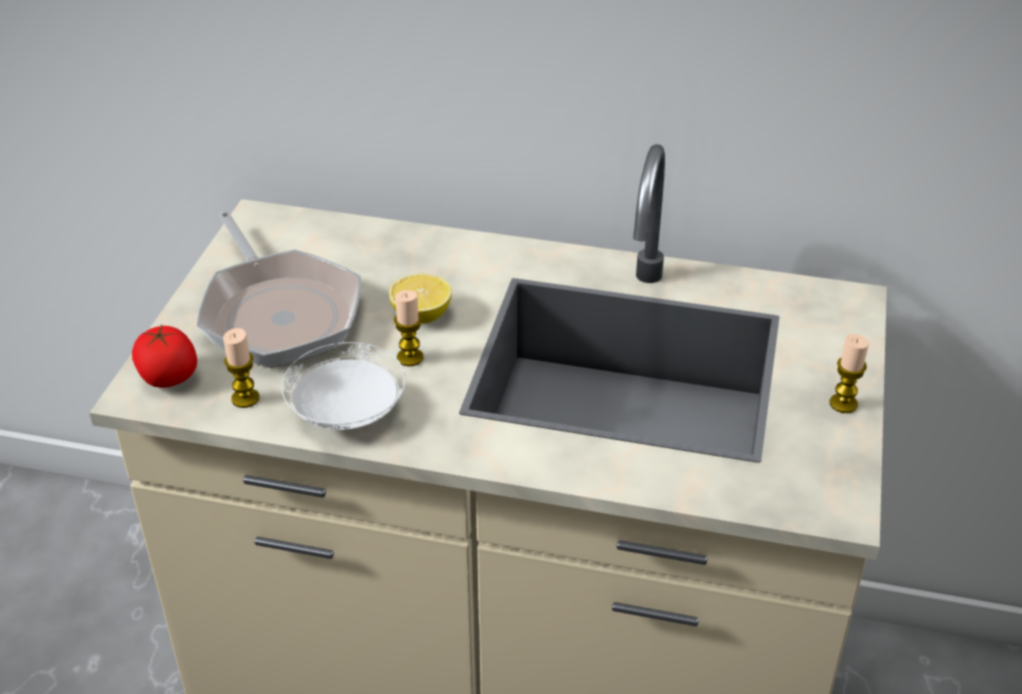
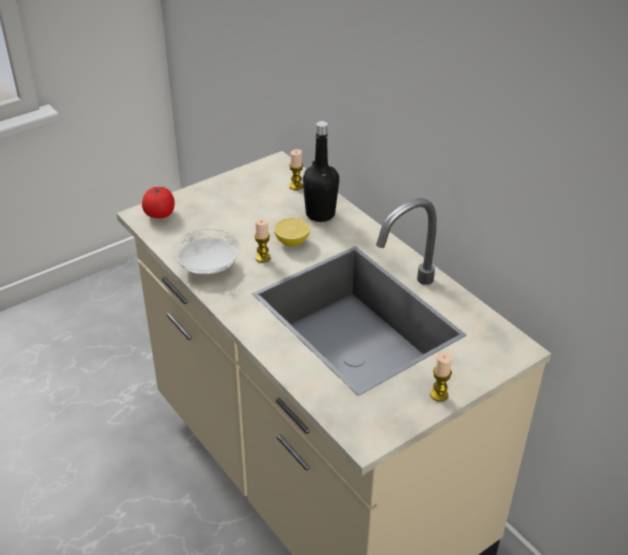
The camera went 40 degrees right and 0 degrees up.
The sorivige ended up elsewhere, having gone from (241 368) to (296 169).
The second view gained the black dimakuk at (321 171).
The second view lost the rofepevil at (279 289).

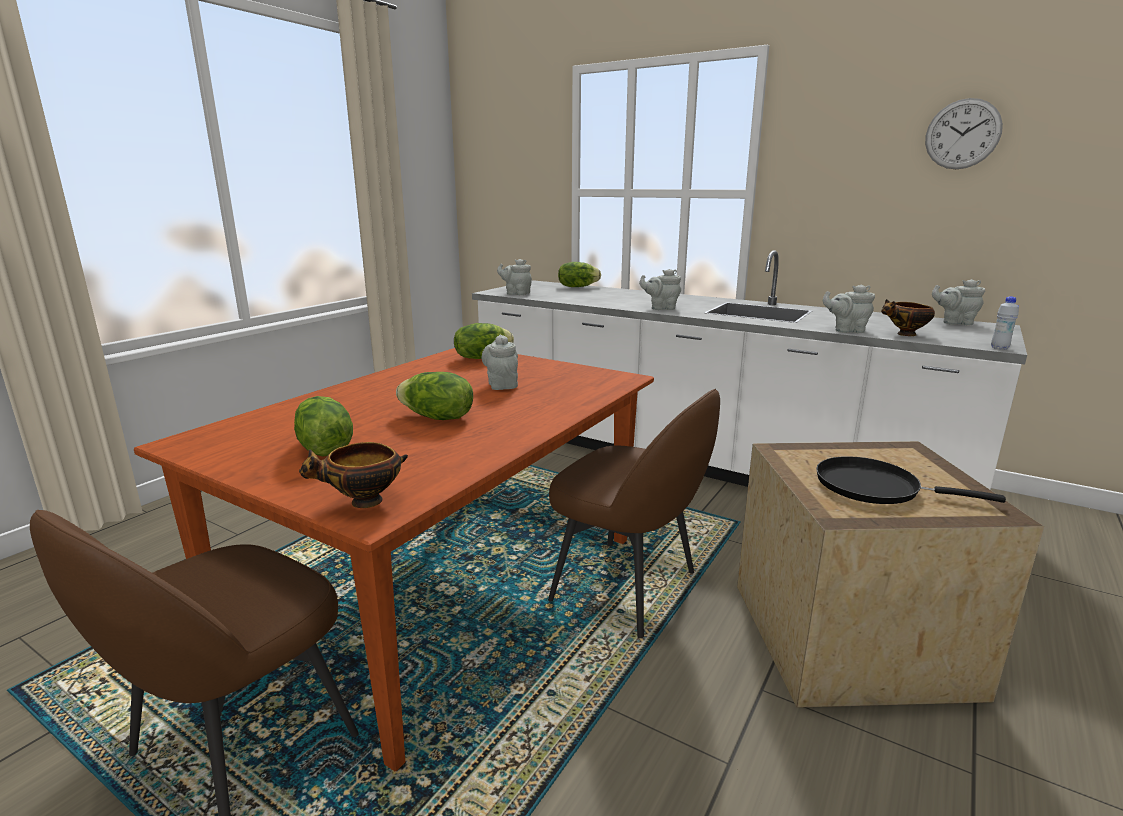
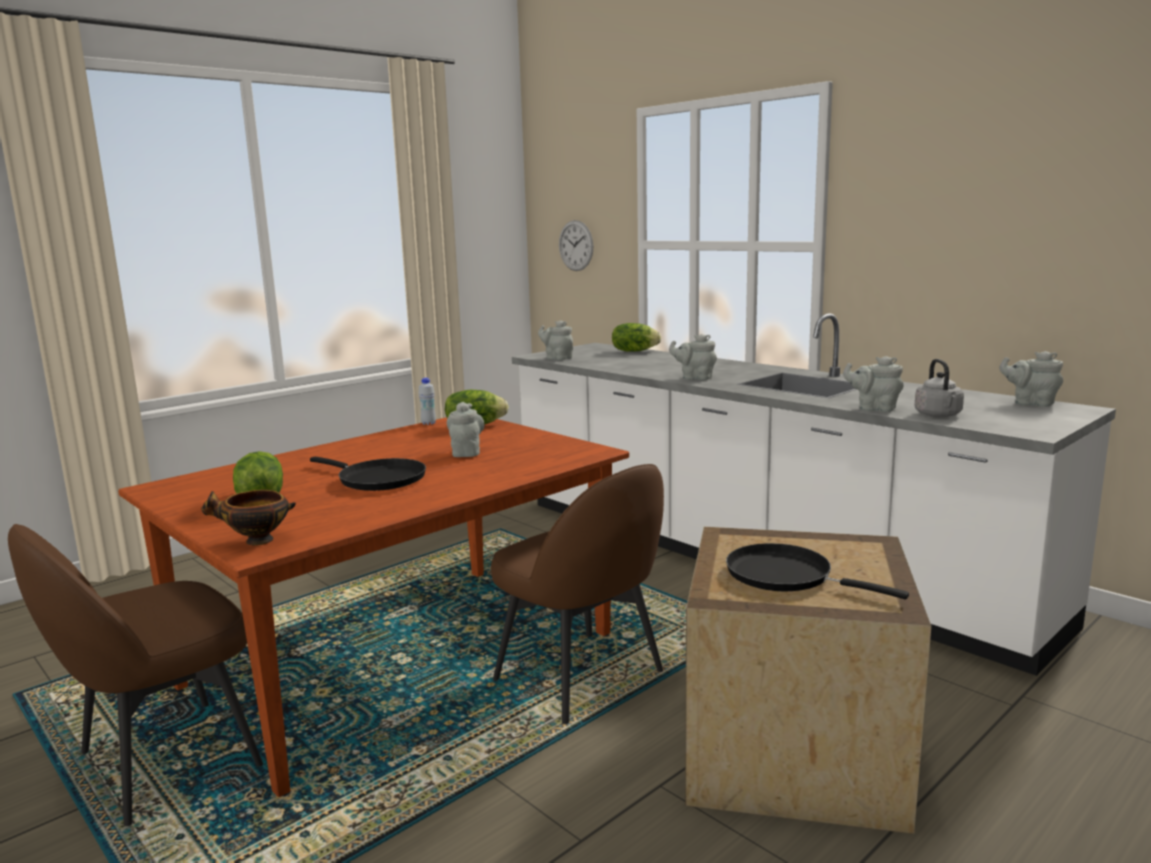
The camera went 15 degrees right and 5 degrees down.
Where the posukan stood at (434 396), the black rofepevil came to stand at (368 474).
The white dimakuk ended up elsewhere, having gone from (1005 323) to (427 401).
The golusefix ended up elsewhere, having gone from (964 133) to (576 245).
Where the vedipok stood at (908 317), the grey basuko came to stand at (939 388).

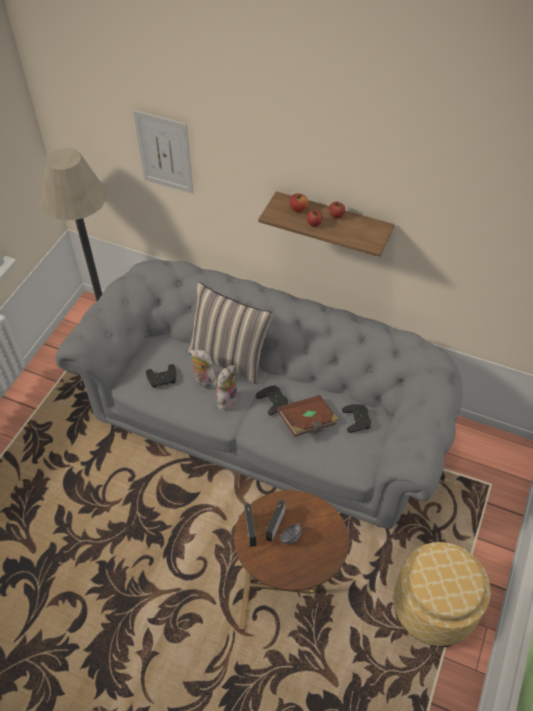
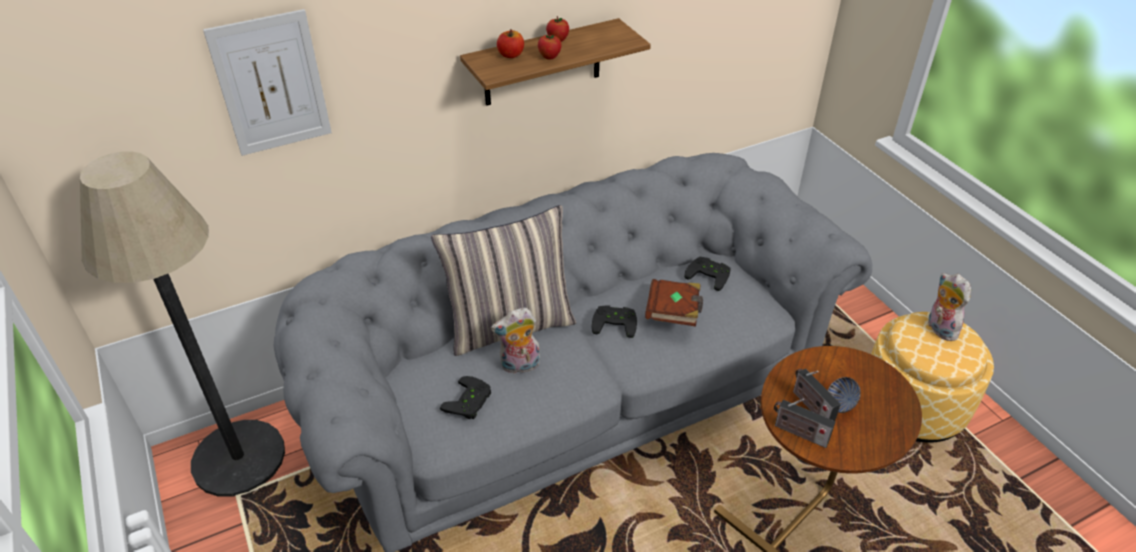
The camera went 50 degrees left and 10 degrees down.
The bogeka ended up elsewhere, having gone from (226 388) to (949 307).

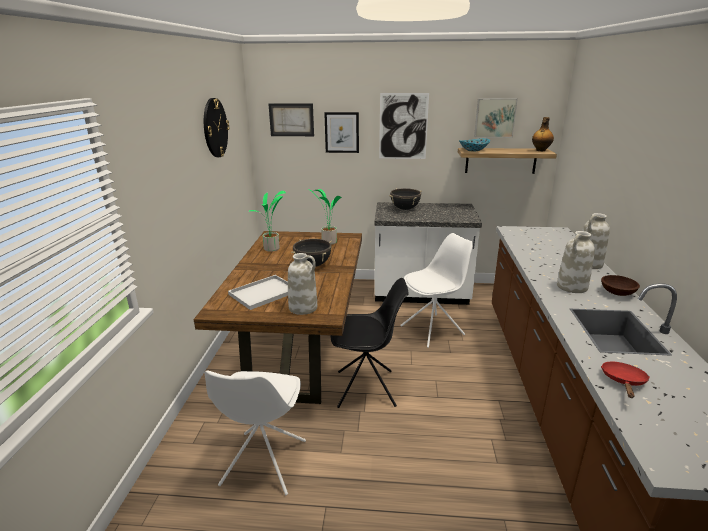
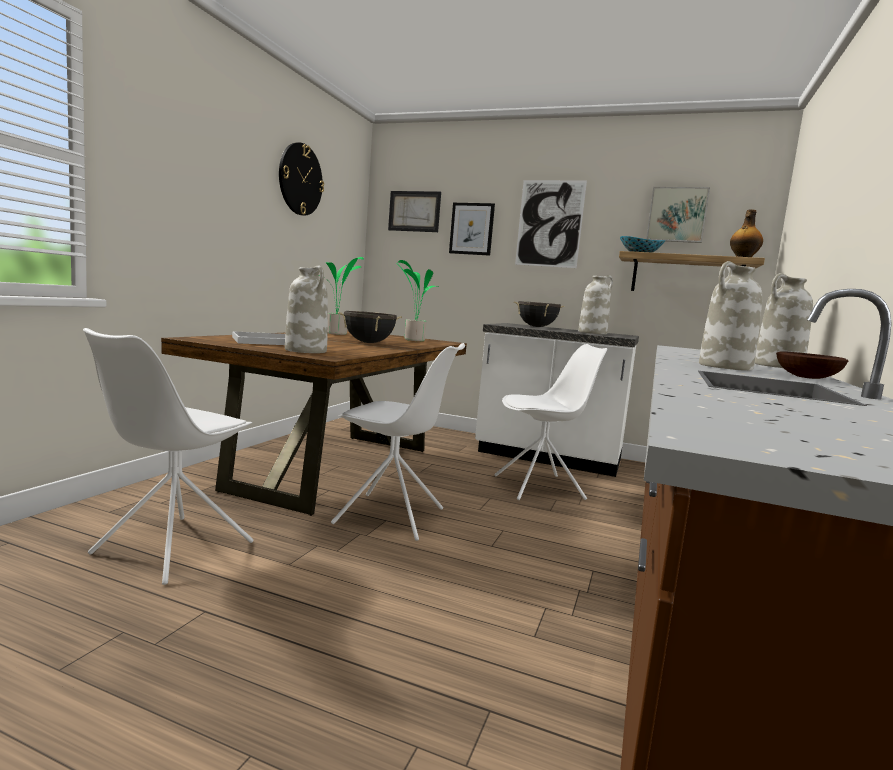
The camera went 15 degrees right and 15 degrees down.
What was the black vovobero at (370 343) turned into the white vovobero at (398 442).
The second view gained the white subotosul at (595 304).
The second view lost the red rofepevil at (625 380).

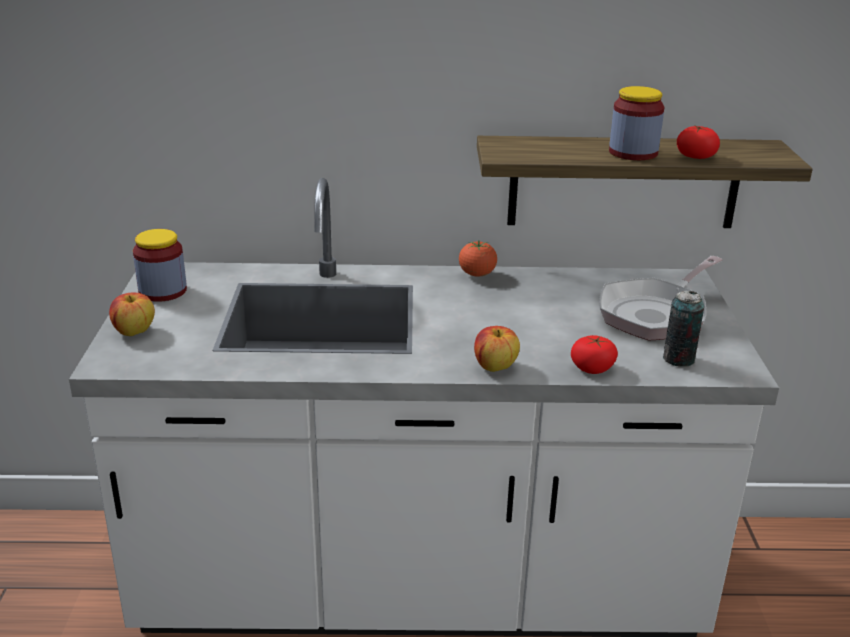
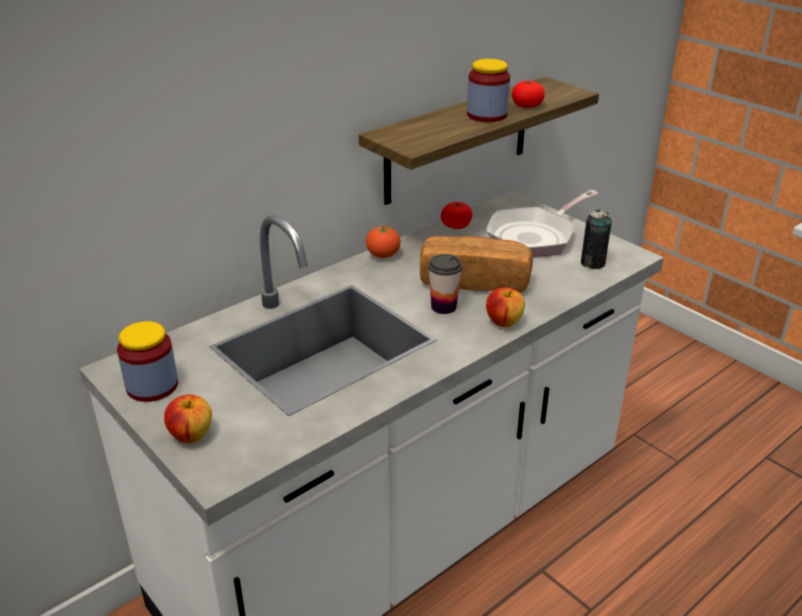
The camera went 40 degrees left and 5 degrees up.
The second view gained the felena at (476 264).
The second view gained the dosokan at (445 284).
The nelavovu ended up elsewhere, having gone from (594 354) to (456 215).
The rofepevil at (661 298) ended up facing another way, 45 degrees clockwise from before.

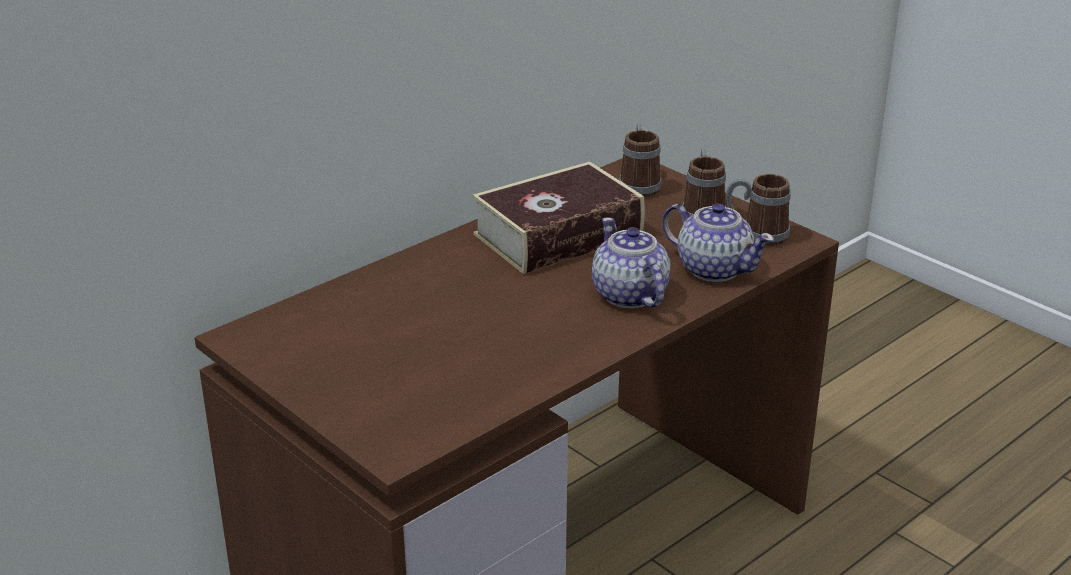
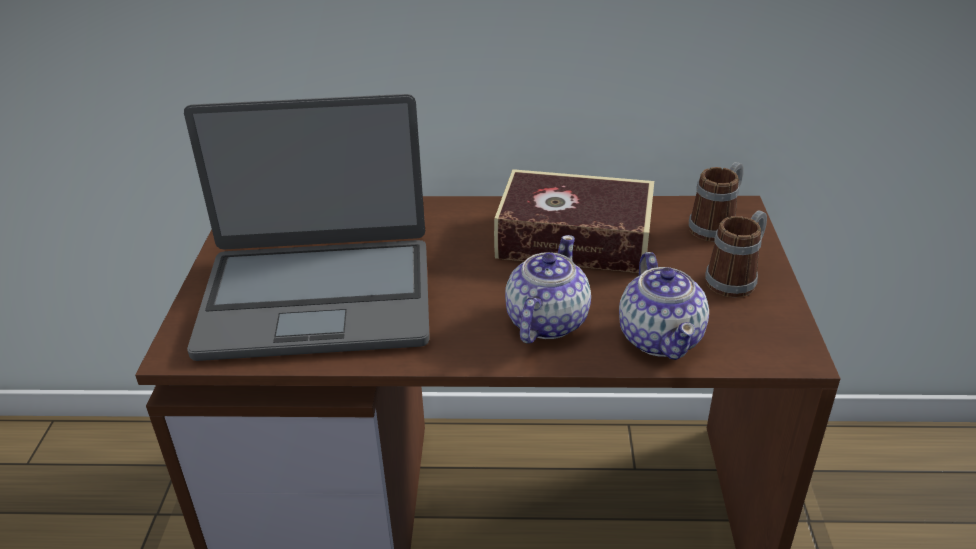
The camera went 45 degrees right and 5 degrees up.
The second view gained the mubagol at (307 227).
The second view lost the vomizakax at (758 210).

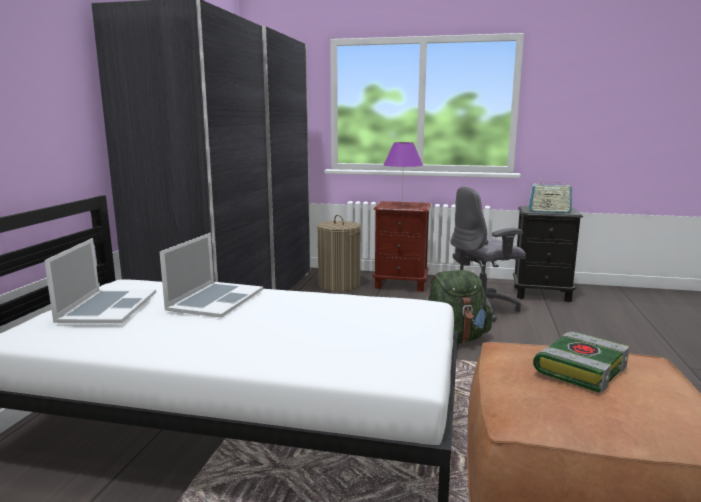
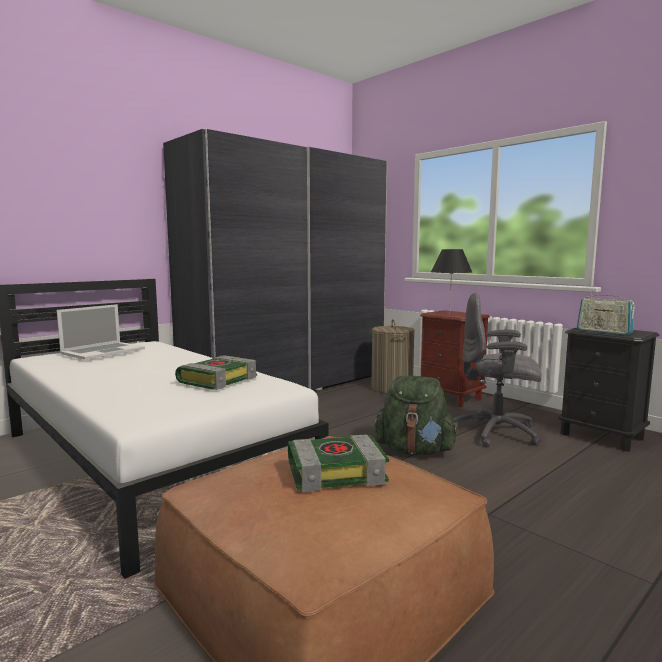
The camera went 35 degrees right and 5 degrees down.
The second view gained the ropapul at (216 373).
What was the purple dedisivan at (403 172) turned into the black dedisivan at (451 282).
The second view lost the mubagol at (211 275).

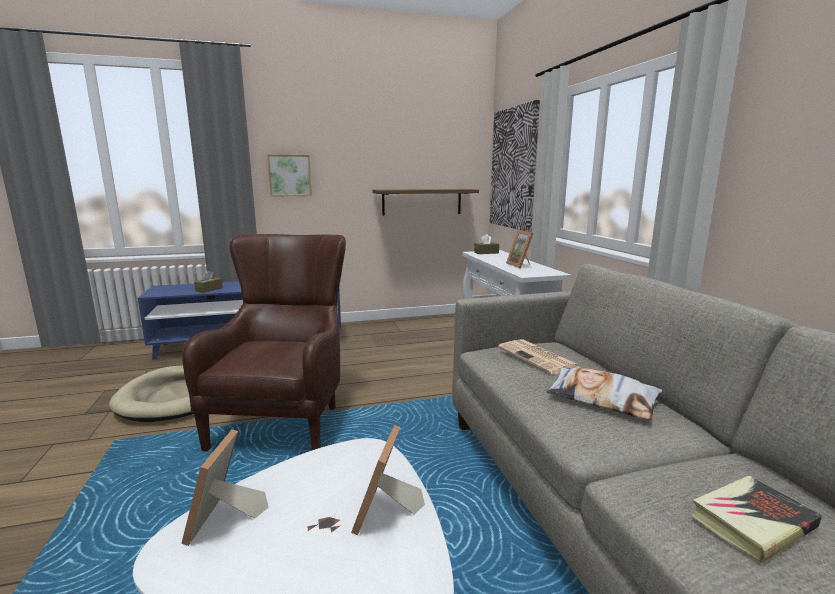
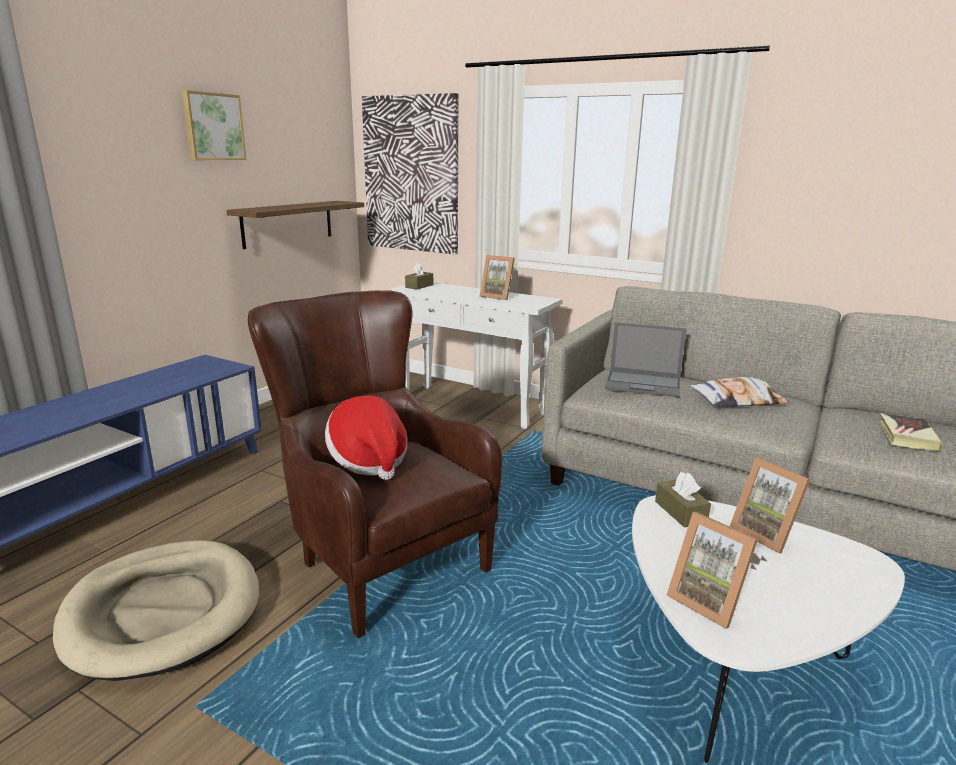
The camera went 45 degrees left and 5 degrees up.
The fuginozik ended up elsewhere, having gone from (289 176) to (213 125).
The second view gained the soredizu at (366 437).
Where the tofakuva stood at (539 357), the mubagol came to stand at (646 359).
The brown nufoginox ended up elsewhere, having gone from (208 282) to (683 500).

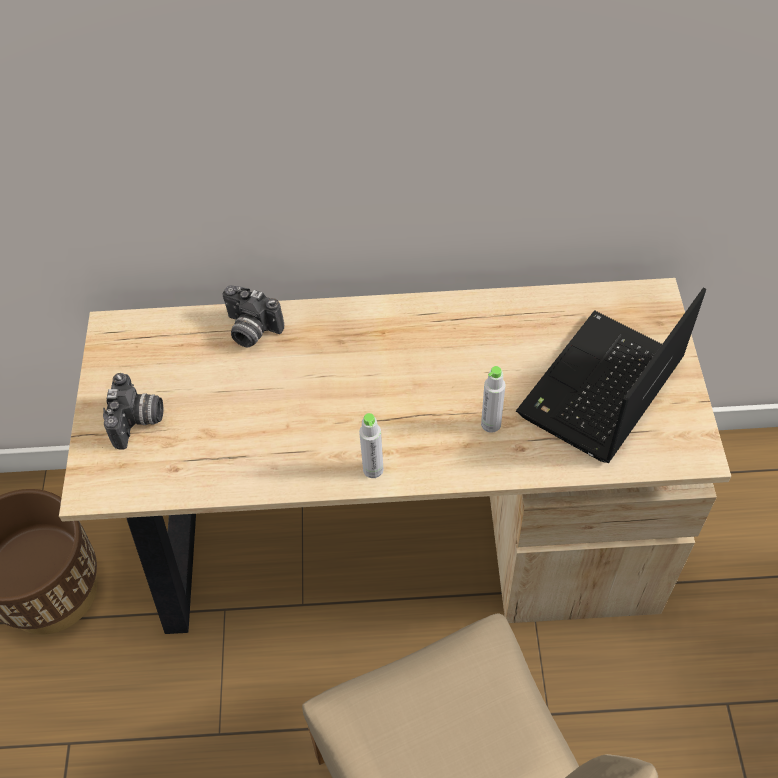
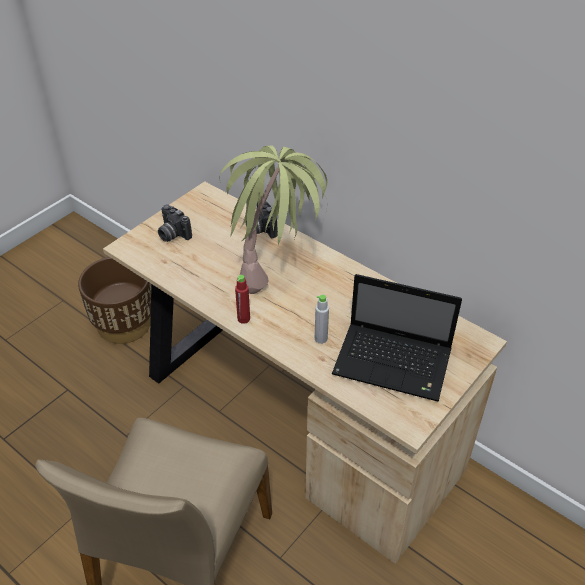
The camera went 40 degrees right and 10 degrees down.
The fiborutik at (133 411) ended up facing another way, 90 degrees clockwise from before.
The second view gained the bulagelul at (273 219).
What was the grey dimakuk at (371 445) turned into the red dimakuk at (242 299).
The mubagol at (611 375) ended up facing another way, 150 degrees counterclockwise from before.

